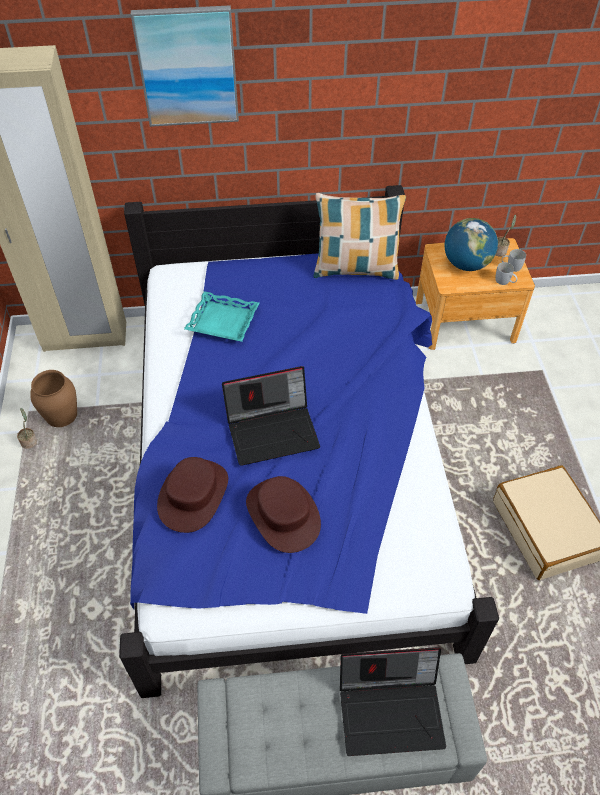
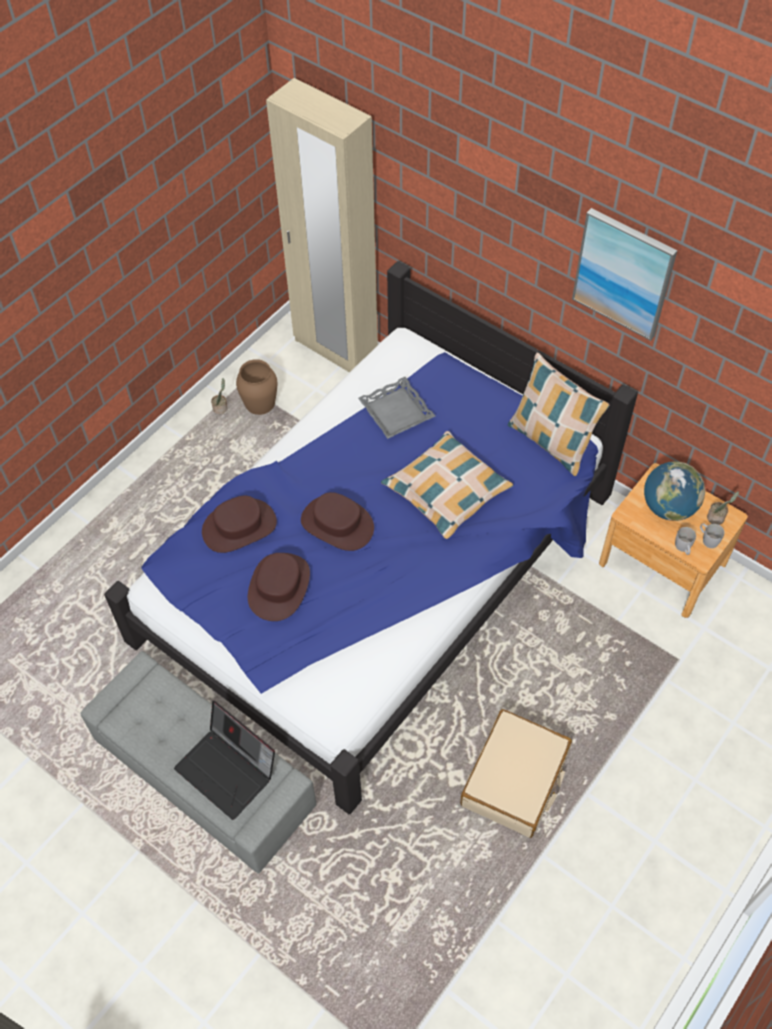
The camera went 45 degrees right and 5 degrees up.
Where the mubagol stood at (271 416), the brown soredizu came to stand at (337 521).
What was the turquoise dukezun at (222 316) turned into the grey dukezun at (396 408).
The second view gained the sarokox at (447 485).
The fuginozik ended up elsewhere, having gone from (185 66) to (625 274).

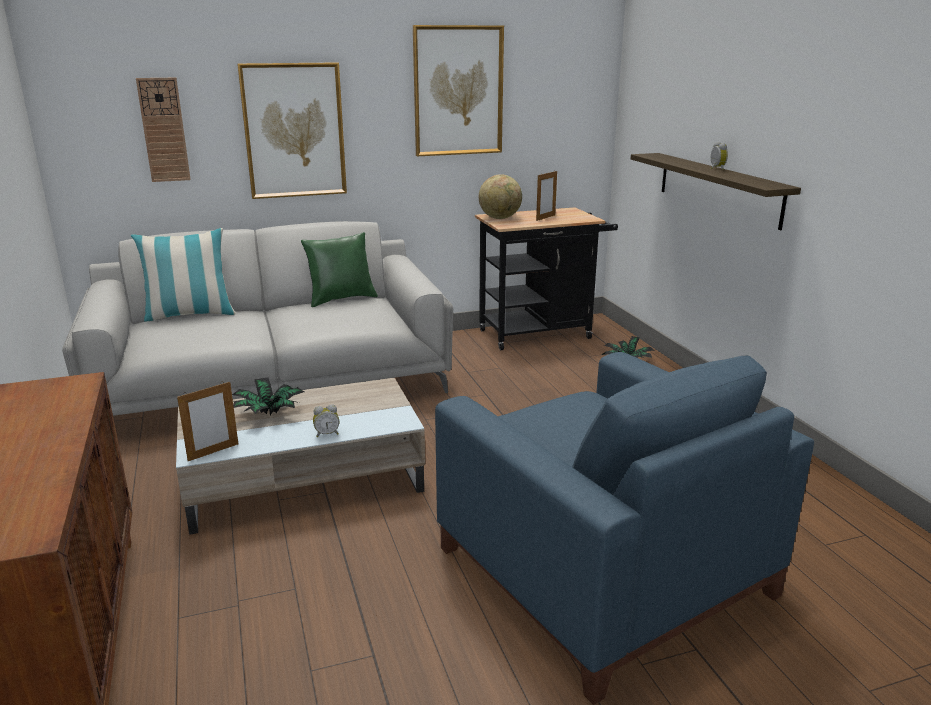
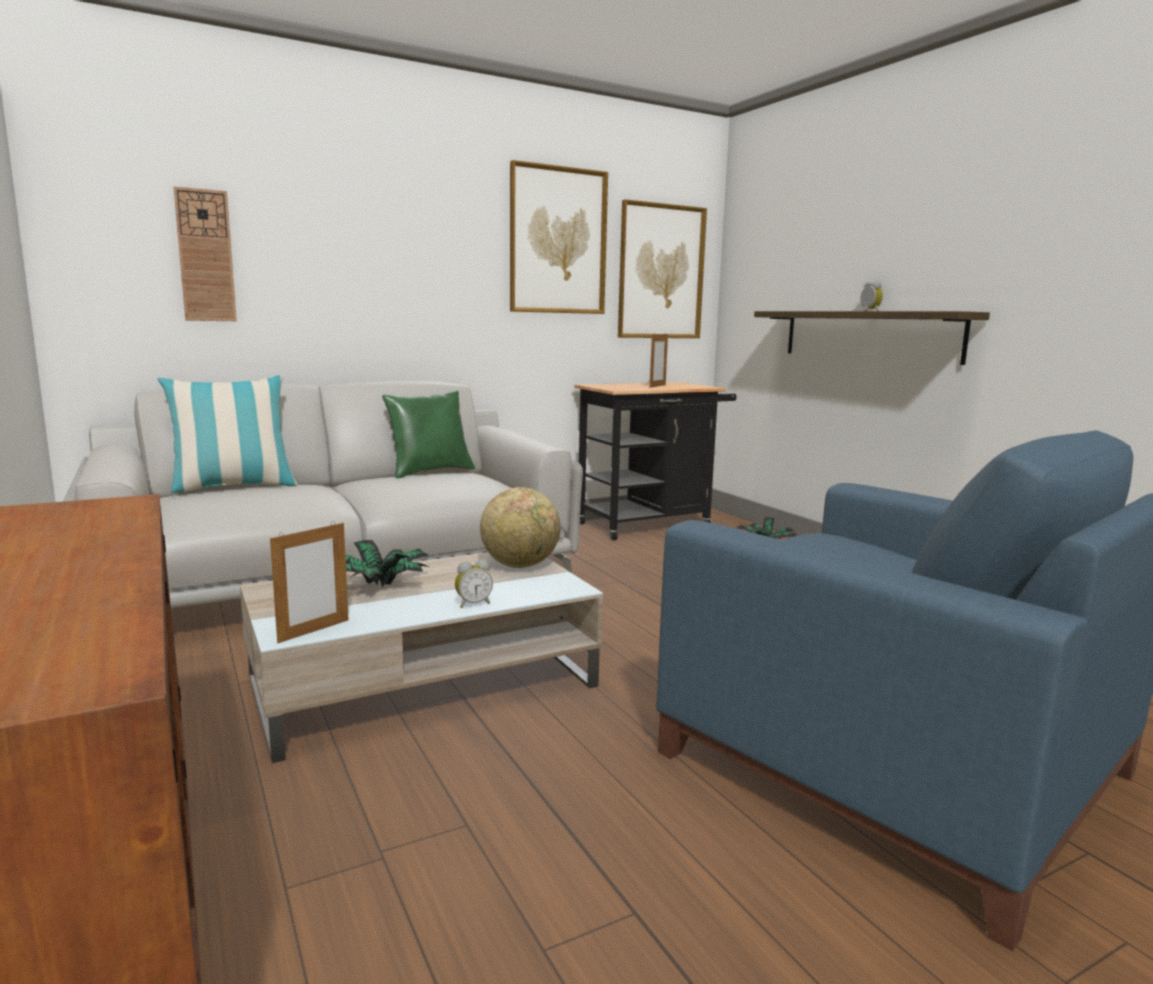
The camera went 10 degrees left and 10 degrees down.
The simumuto ended up elsewhere, having gone from (500 196) to (520 527).
The fuginozik ended up elsewhere, having gone from (292 131) to (662 268).

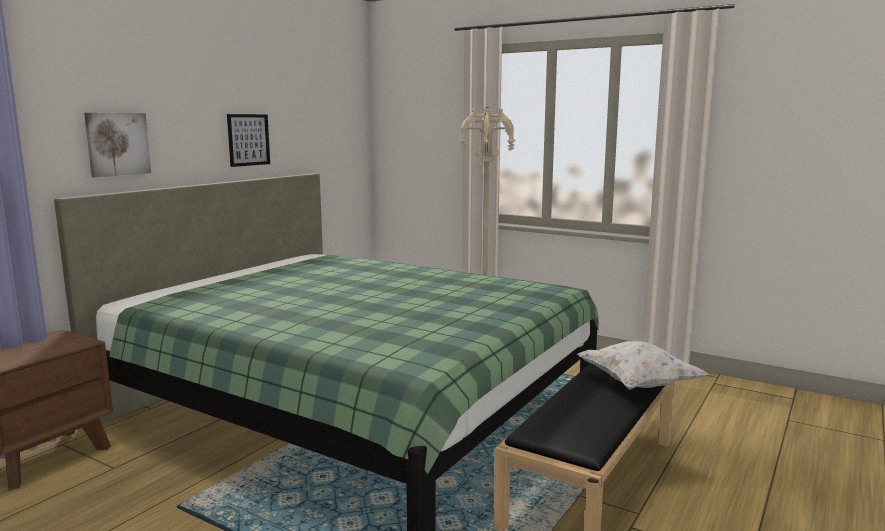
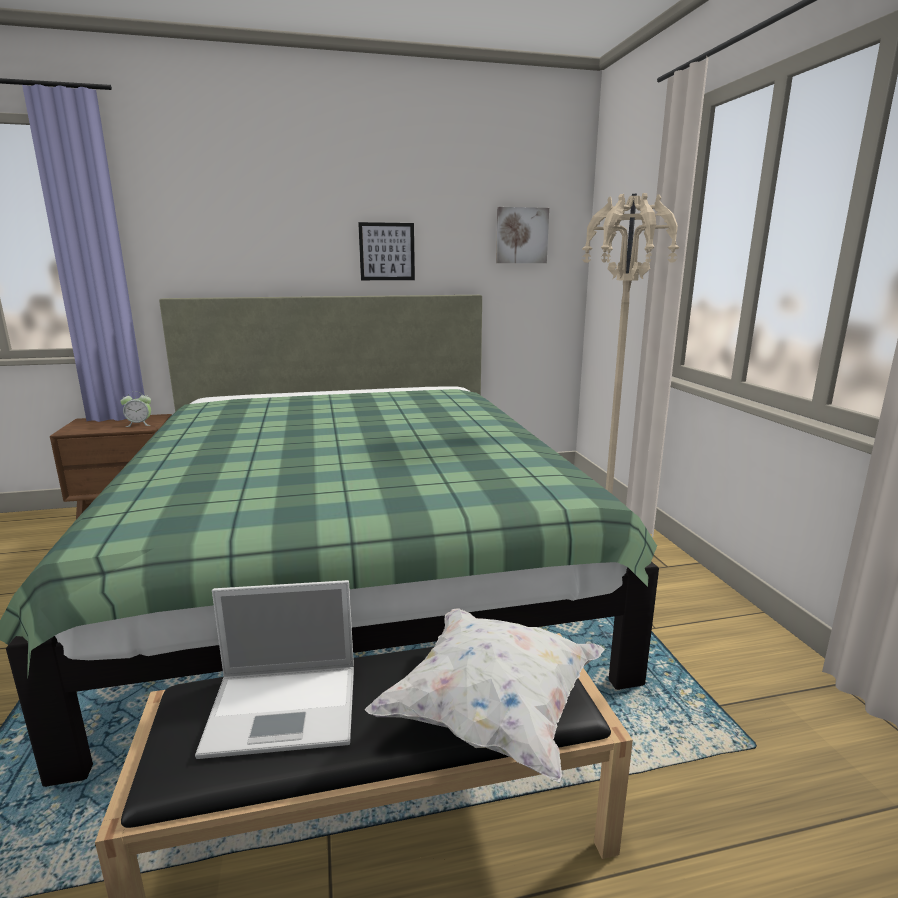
The camera went 45 degrees right and 5 degrees up.
The second view gained the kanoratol at (136 409).
The second view gained the mubagol at (274 669).
The fuginozik ended up elsewhere, having gone from (117 145) to (522 235).

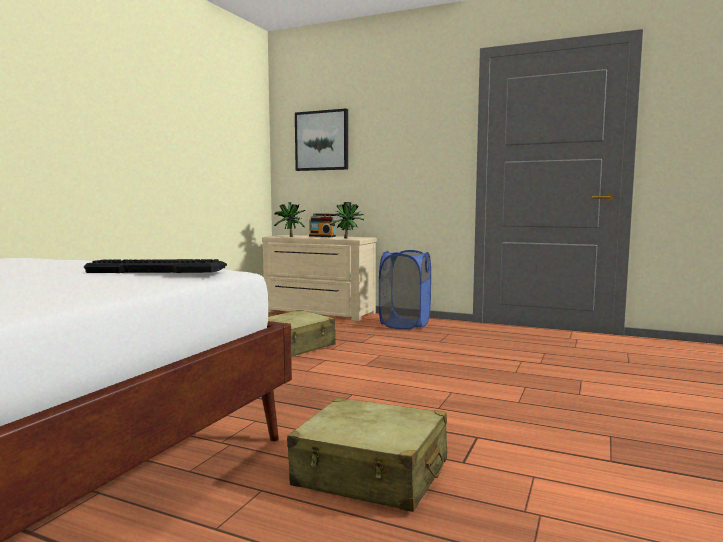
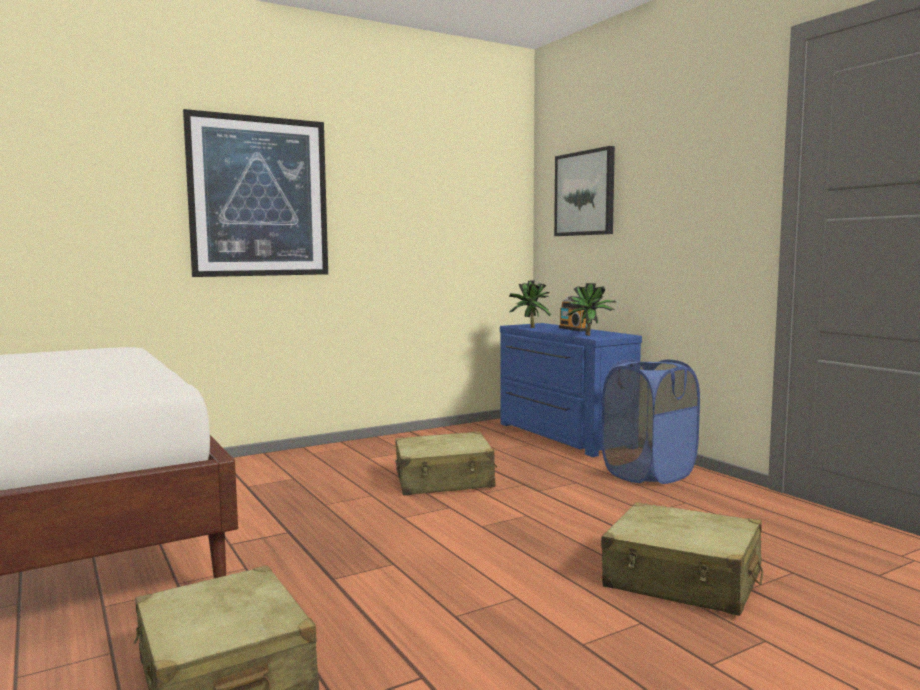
The camera went 35 degrees right and 0 degrees up.
The second view gained the fuginozik at (255 193).
What was the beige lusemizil at (319 278) turned into the blue lusemizil at (571 390).
The second view gained the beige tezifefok at (682 559).
The second view lost the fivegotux at (155 266).

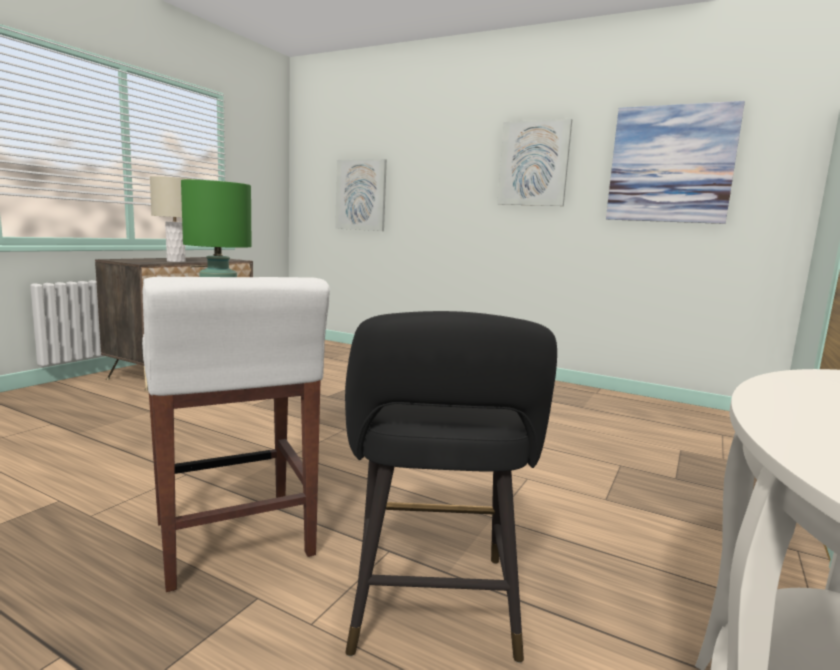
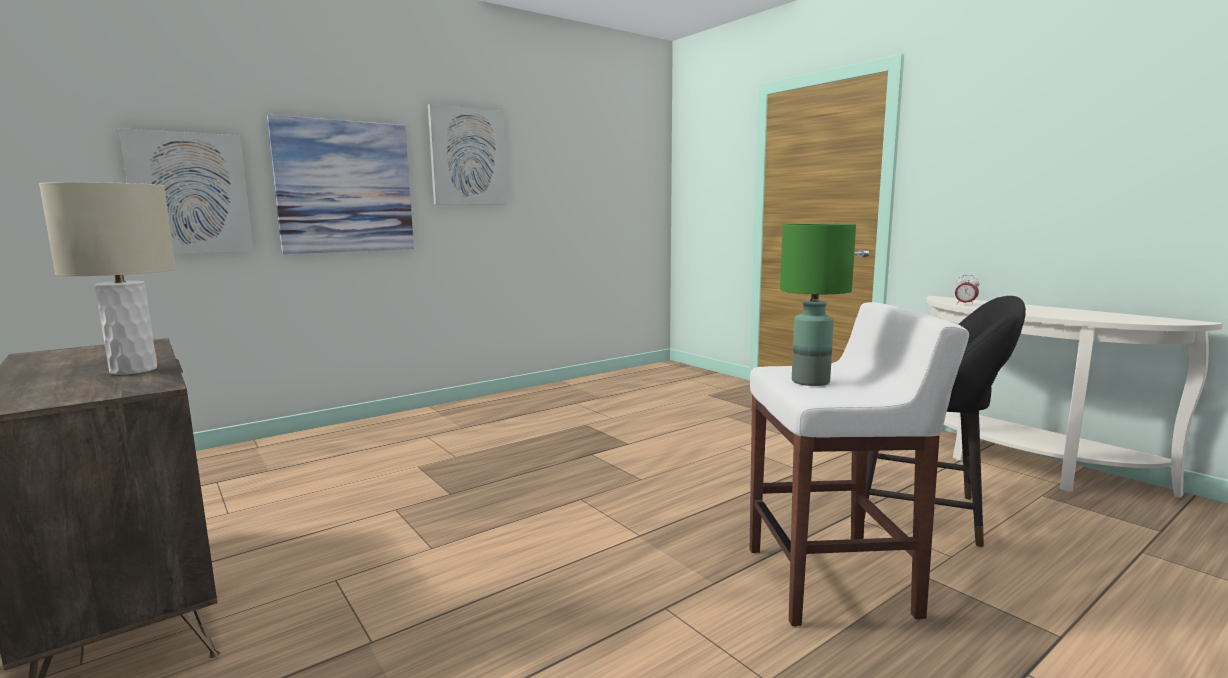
The camera went 65 degrees left and 0 degrees up.
The fuginozik ended up elsewhere, having gone from (675 162) to (340 184).
The second view gained the kanoratol at (967 289).

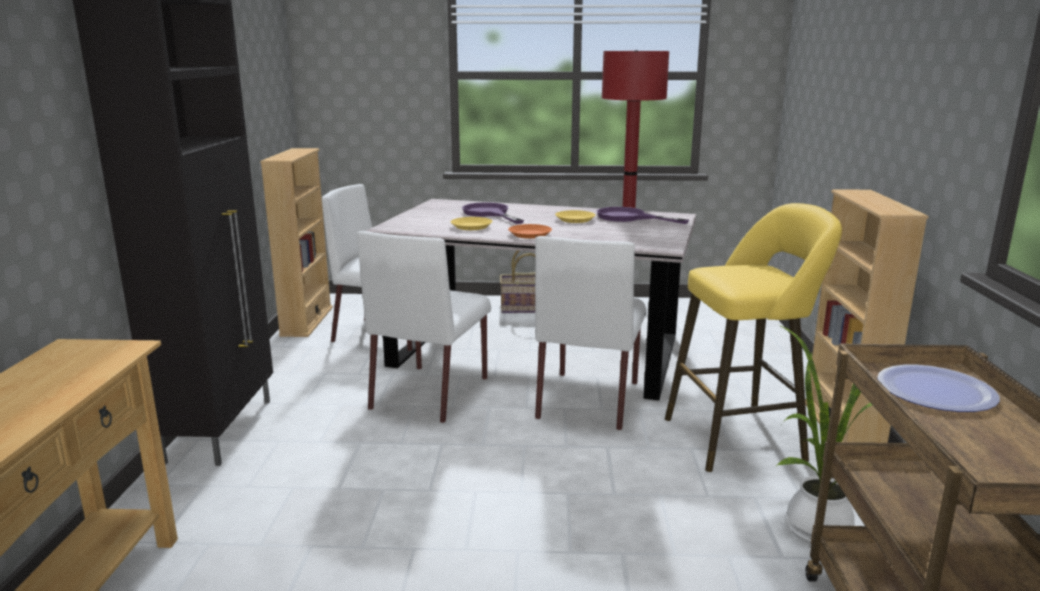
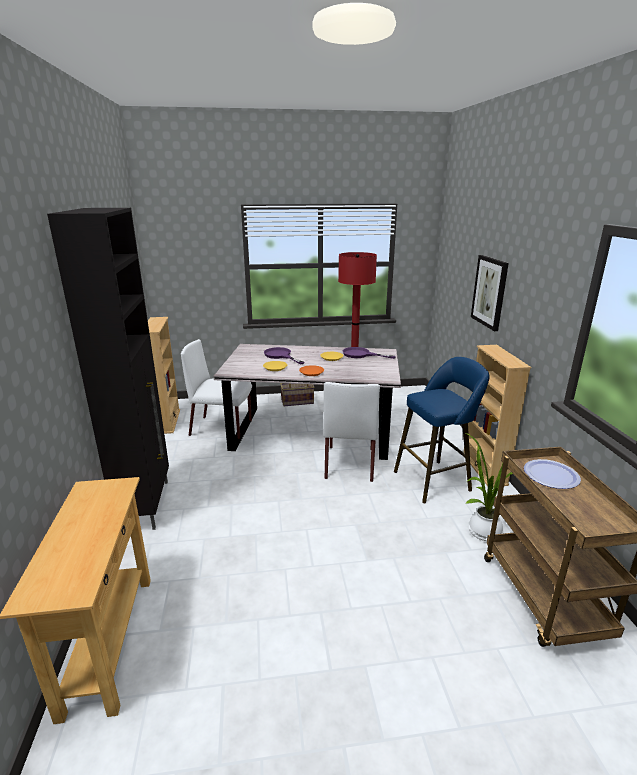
The camera went 10 degrees left and 5 degrees up.
What was the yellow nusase at (753 337) turned into the blue nusase at (442 430).
The second view gained the fuginozik at (490 293).
The second view lost the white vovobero at (424 327).

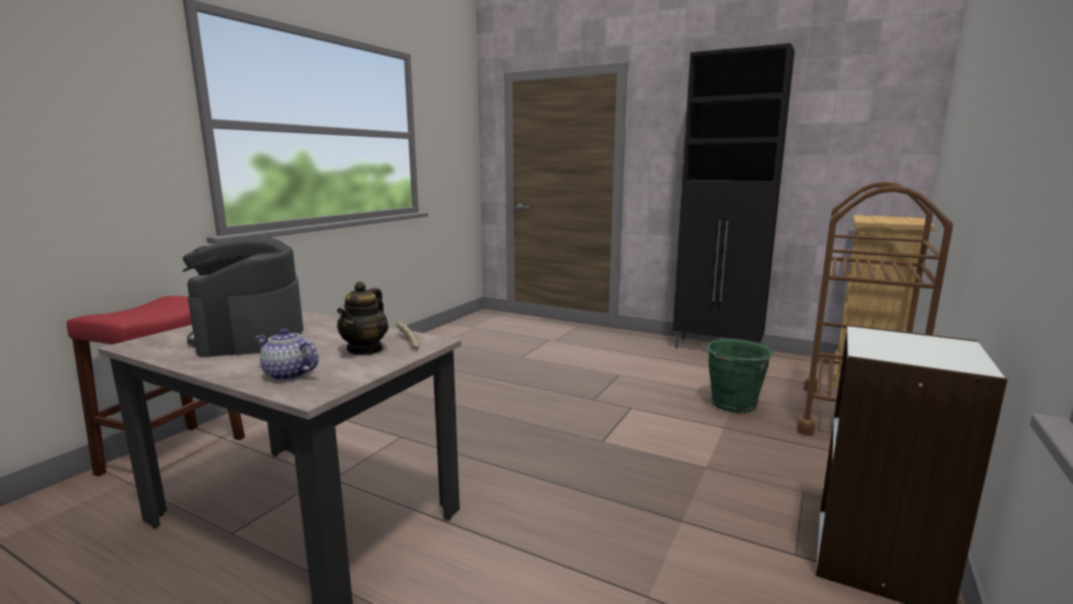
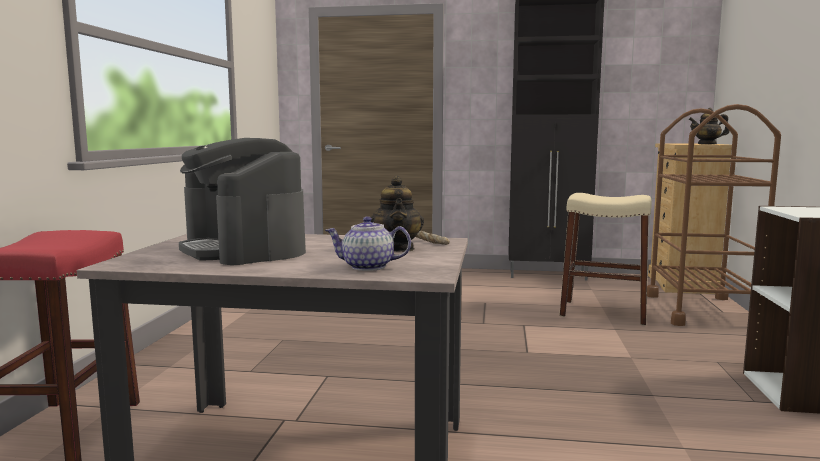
The camera went 20 degrees left and 5 degrees down.
Where the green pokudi stood at (738 376), the beige nusase came to stand at (605 259).
The second view gained the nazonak at (709 126).

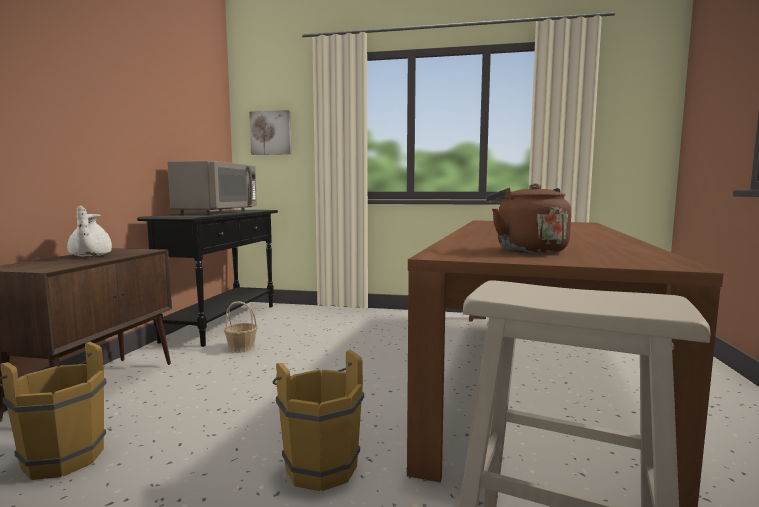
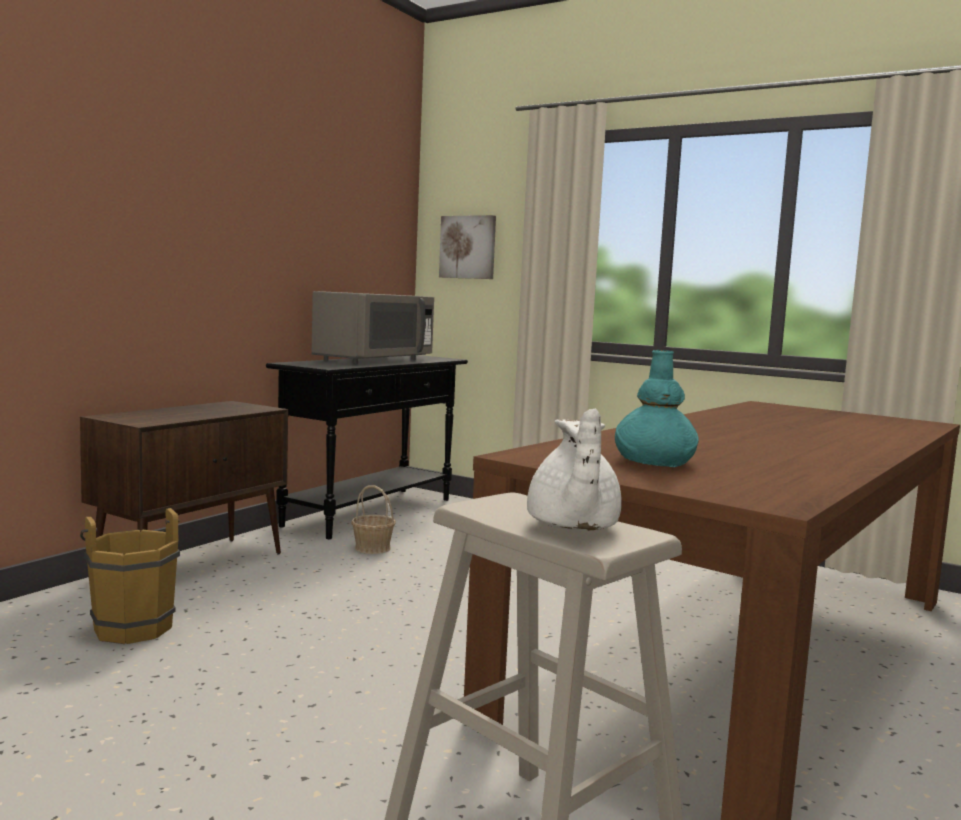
The camera went 20 degrees right and 0 degrees up.
The white nazonak ended up elsewhere, having gone from (89 231) to (574 469).
Where the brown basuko stood at (528 219), the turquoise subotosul came to stand at (657 408).
The second view lost the brown pokudi at (318 420).

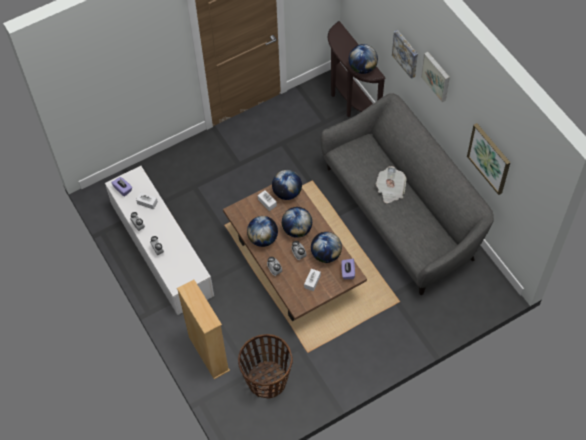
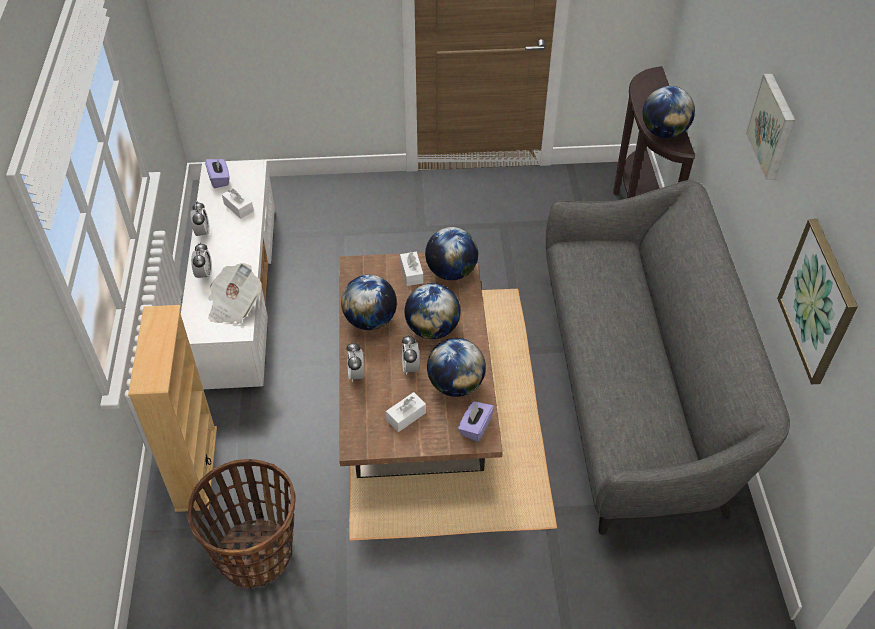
The camera went 25 degrees right and 10 degrees down.
The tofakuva ended up elsewhere, having gone from (391 184) to (235 293).
The second view lost the fuginozik at (405 54).

